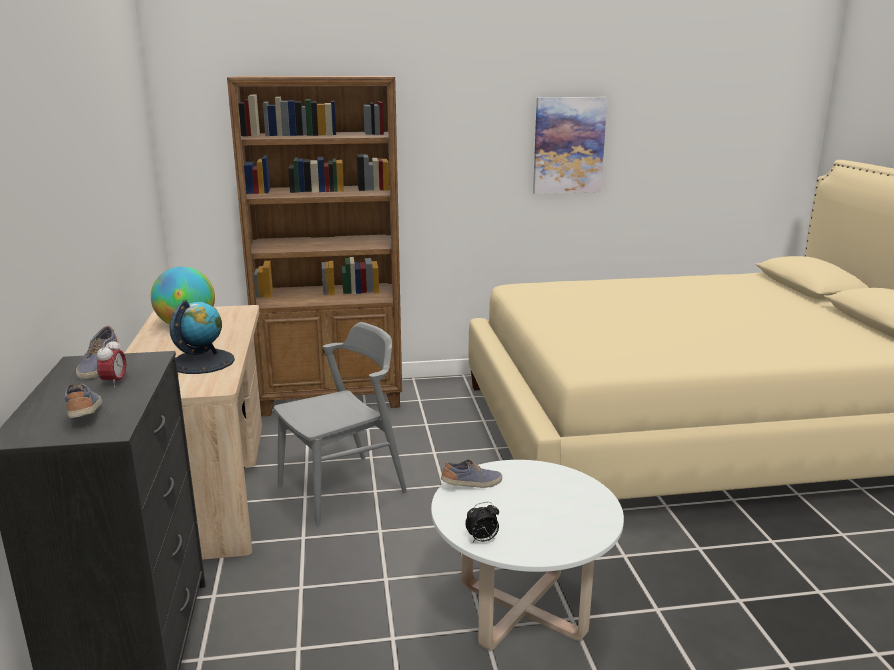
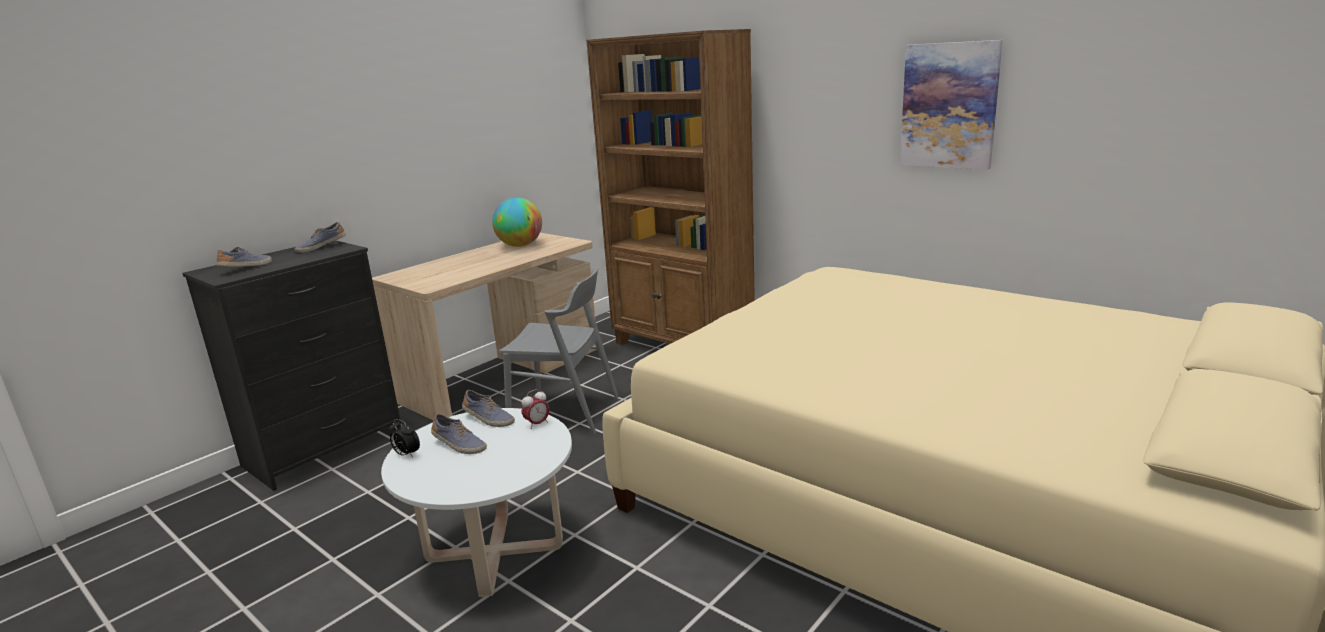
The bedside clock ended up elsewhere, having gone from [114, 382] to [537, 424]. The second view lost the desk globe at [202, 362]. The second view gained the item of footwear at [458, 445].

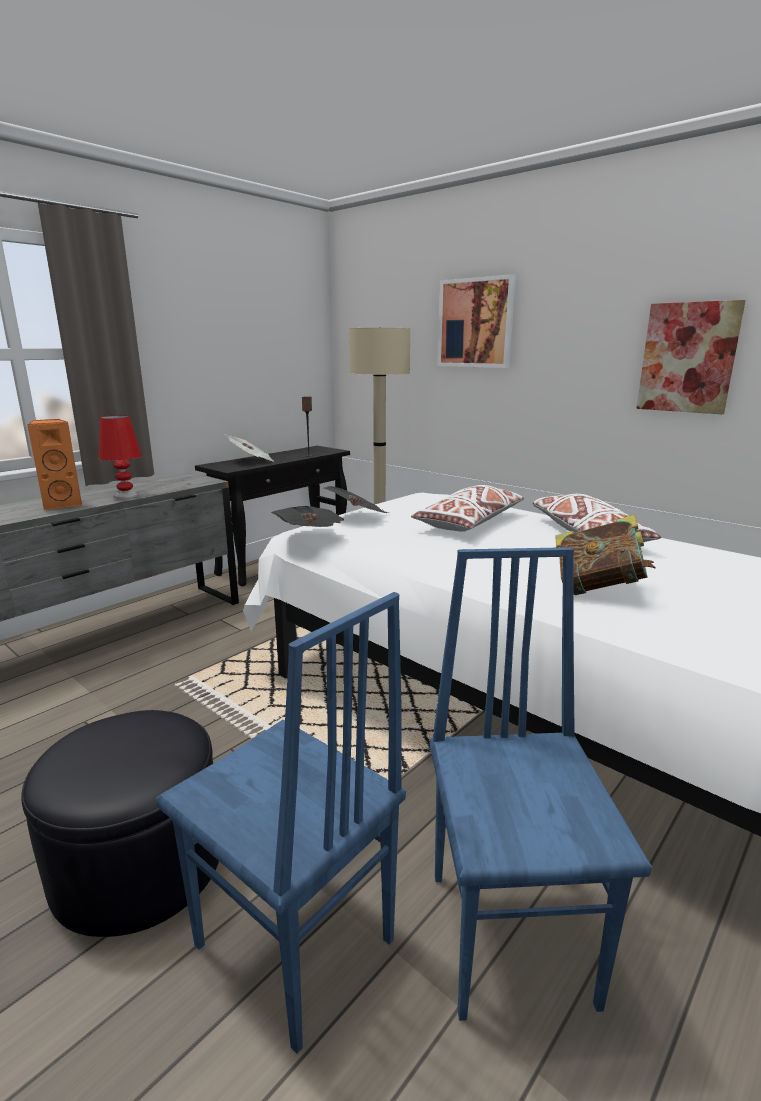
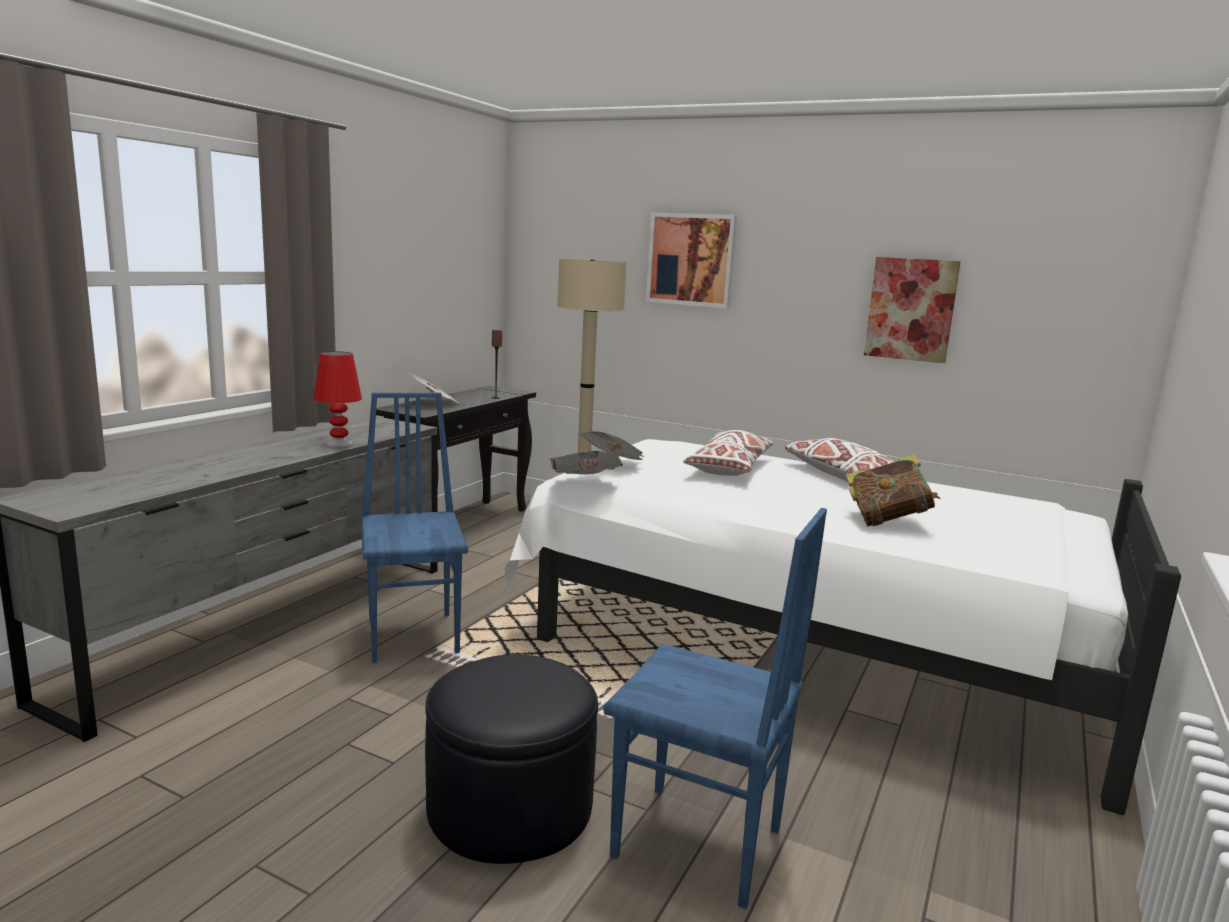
The second view lost the speaker/orange-coloured at [62, 504]. The upright chair/bluish ended up elsewhere, having gone from [512, 934] to [415, 636].

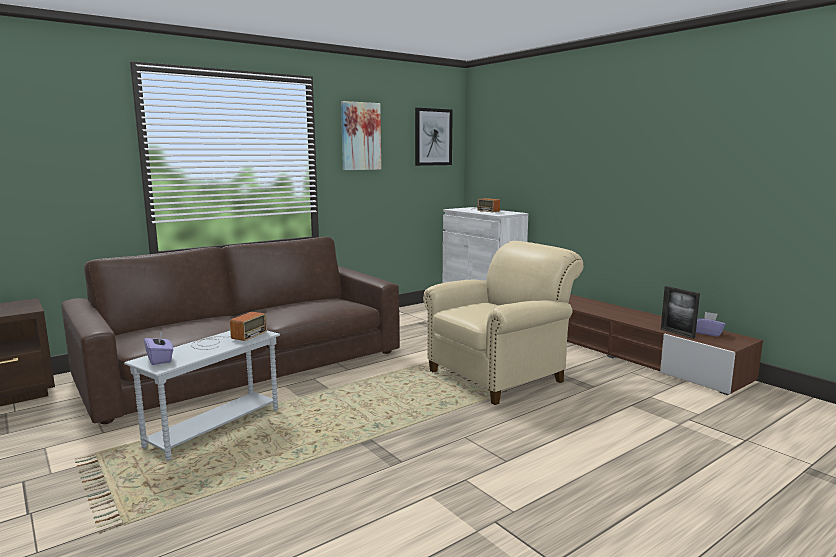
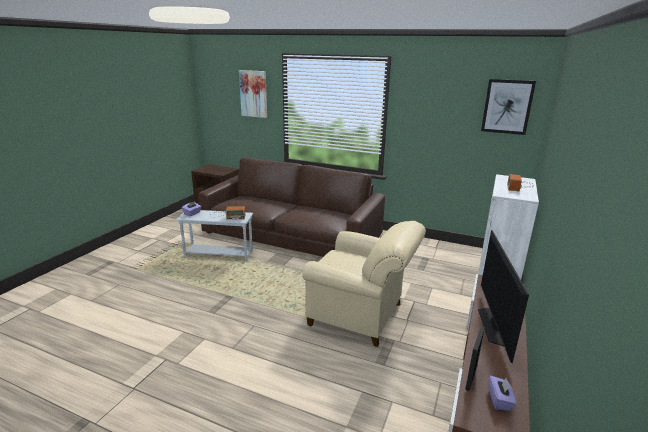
The picture ended up elsewhere, having gone from [360, 136] to [253, 94]. The second view gained the television at [494, 326].

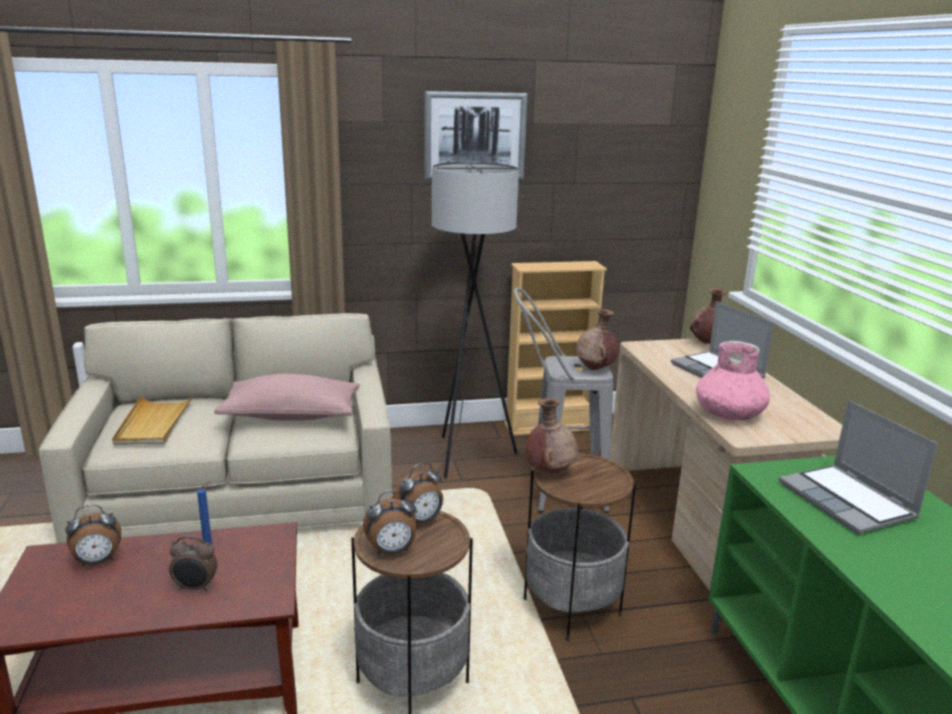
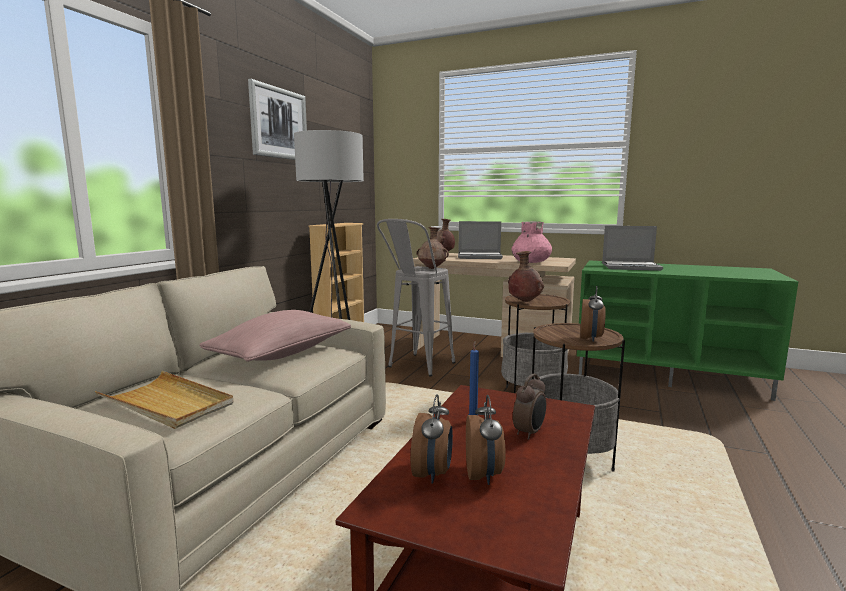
The bedside clock ended up elsewhere, having gone from [419, 521] to [484, 475].

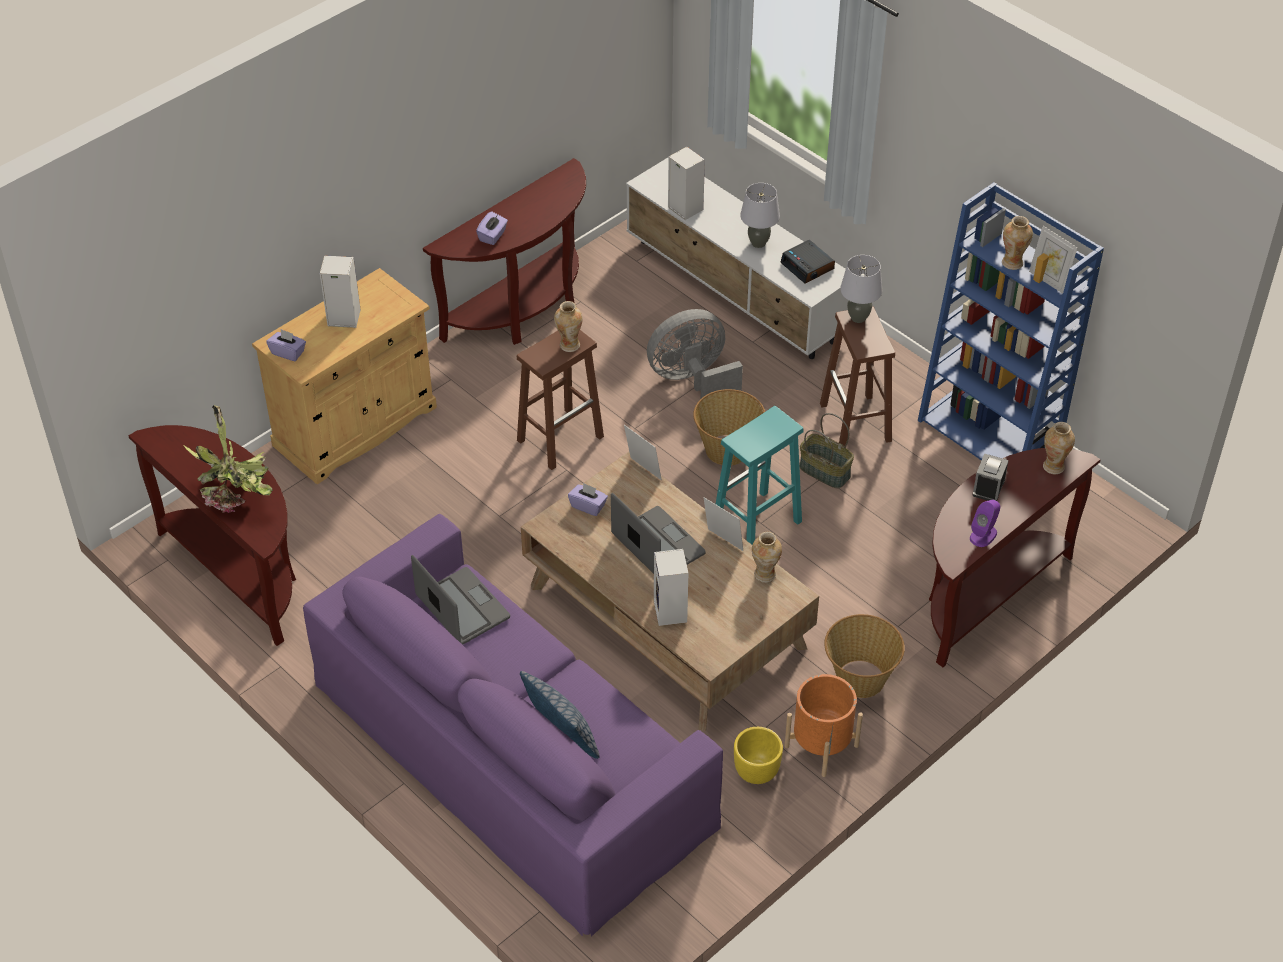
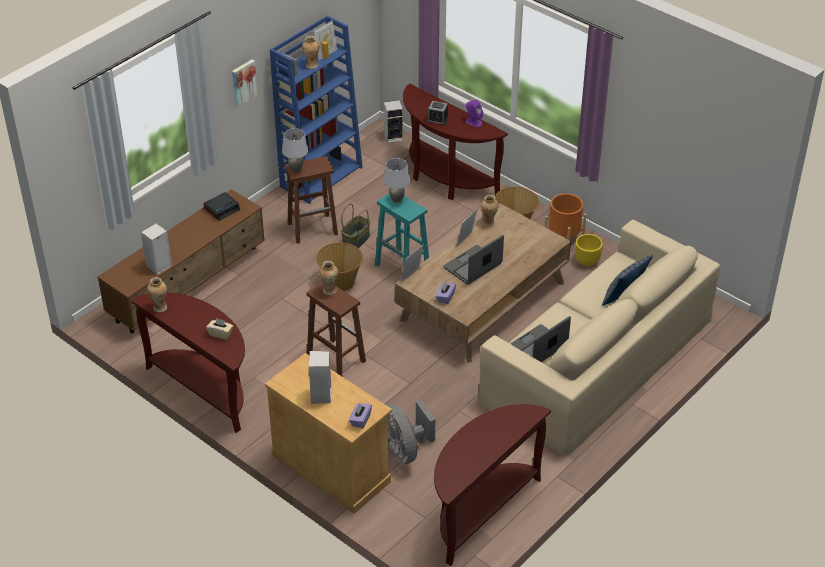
The second view lost the houseplant at [239, 497]. What was the settee/purple-coloured at [512, 751] turned into the settee/sand-coloured at [597, 359]. What was the box of tissues/purple-coloured at [493, 236] turned into the box of tissues/sand-coloured at [220, 334]. What was the media console/white at [736, 292] turned into the media console/brown-coloured at [188, 284]. The cooling fan/gray ended up elsewhere, having gone from [692, 380] to [404, 450]. The speaker ended up elsewhere, having gone from [671, 613] to [394, 137]. The table lamp/gray ended up elsewhere, having gone from [758, 243] to [397, 199]. The decorative vase ended up elsewhere, having gone from [1054, 466] to [159, 307]. The second view gained the picture at [243, 82].

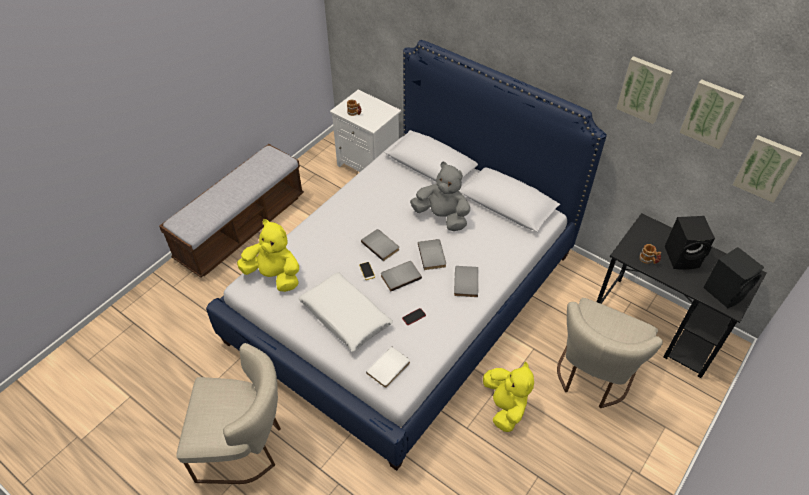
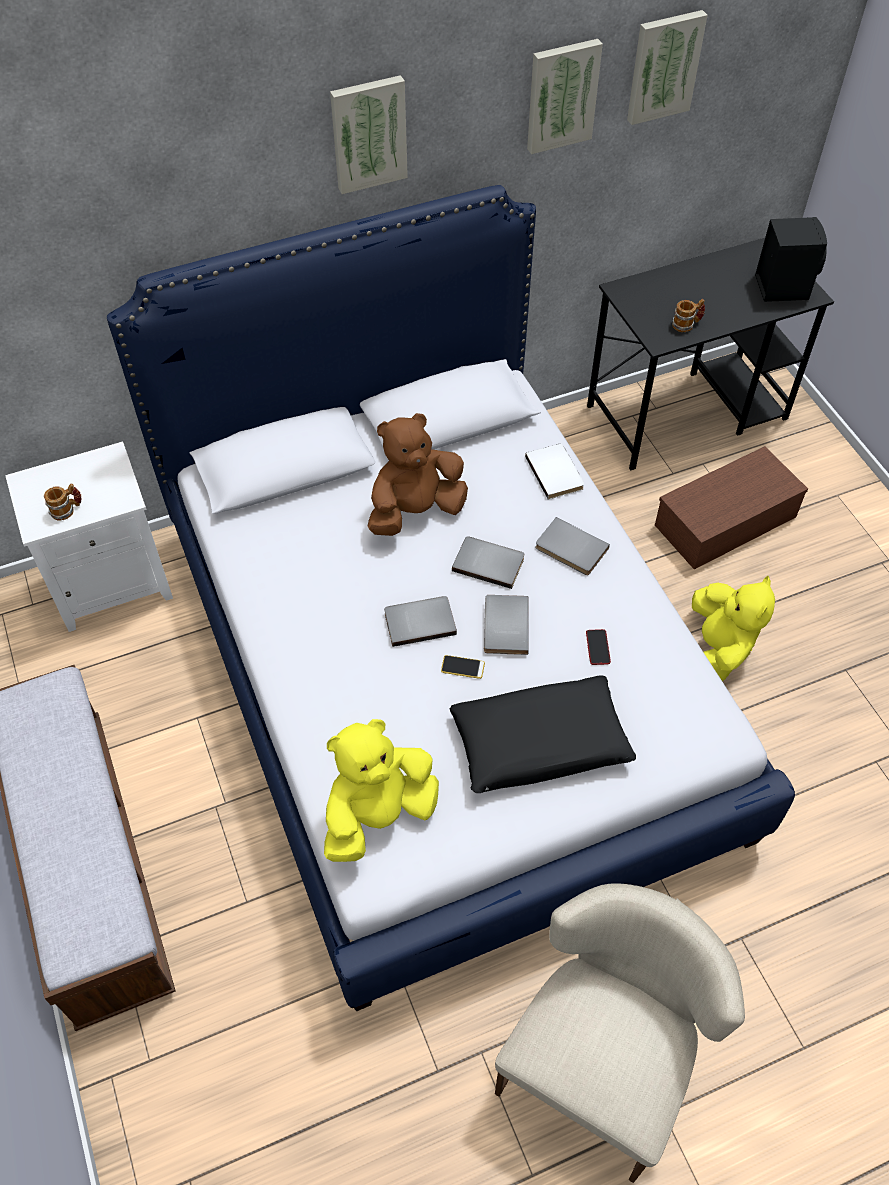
What was the cushion/white at [345, 316] turned into the cushion/black at [540, 743]. The bound book/white ended up elsewhere, having gone from [389, 369] to [556, 472]. What was the soft toy/gray at [442, 217] turned into the soft toy/brown-coloured at [415, 511]. The soft toy/yellowish at [505, 406] ended up facing another way, 75 degrees clockwise from before. Where the upright chair/sand-coloured stood at [593, 376], the storage bin/brown-coloured came to stand at [724, 523]. The second view lost the speaker/black at [683, 257]. The picture ended up elsewhere, having gone from [767, 168] to [368, 133].

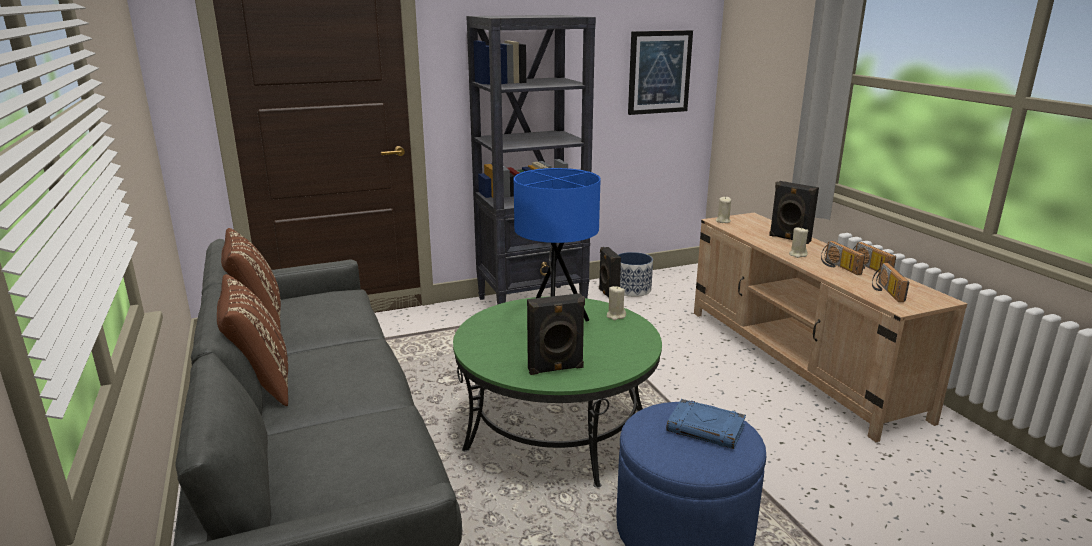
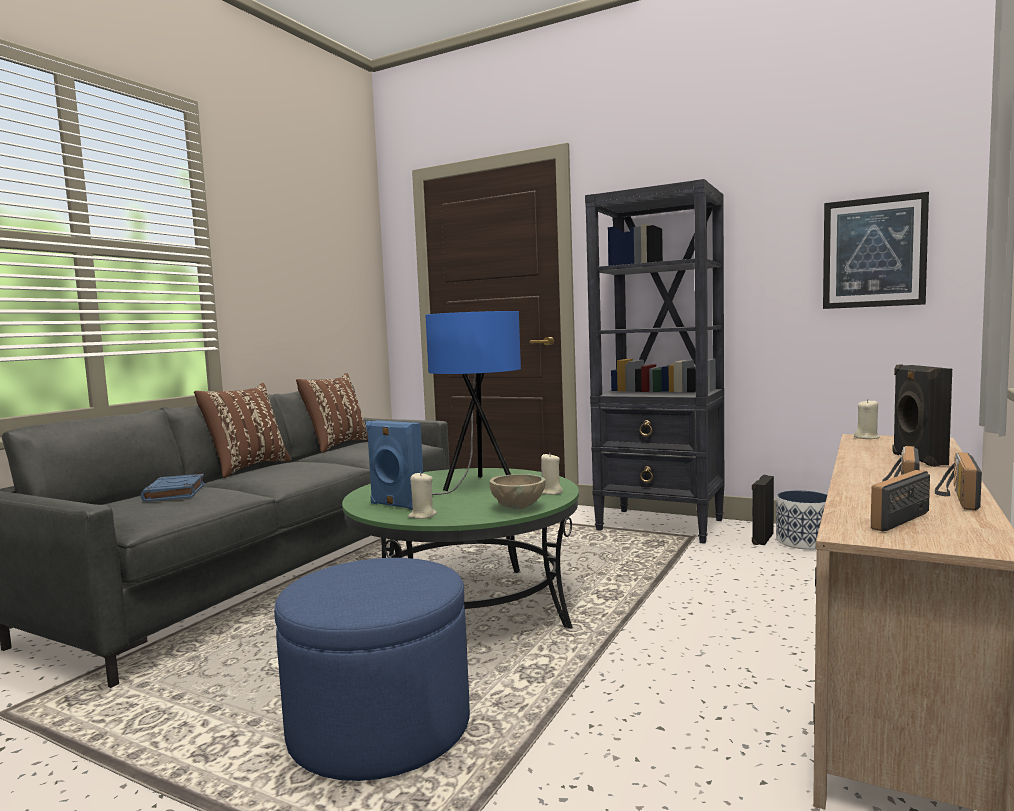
What was the speaker/black at [556, 369] turned into the speaker/bluish at [396, 505]. The bound book/bluish ended up elsewhere, having gone from [706, 429] to [175, 493]. The candle/sand-coloured ended up elsewhere, having gone from [797, 254] to [422, 516]. The second view gained the deep dish/sand-coloured at [518, 508].

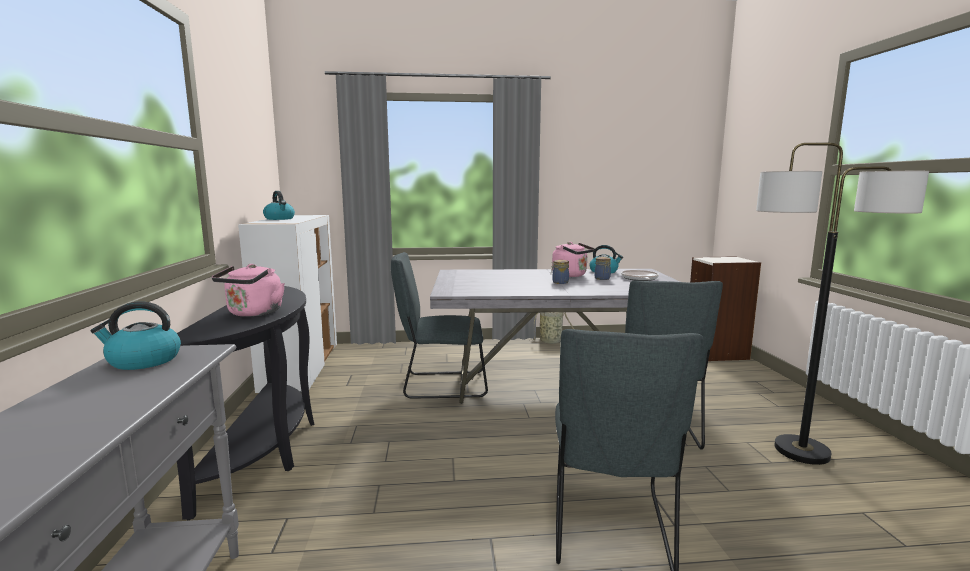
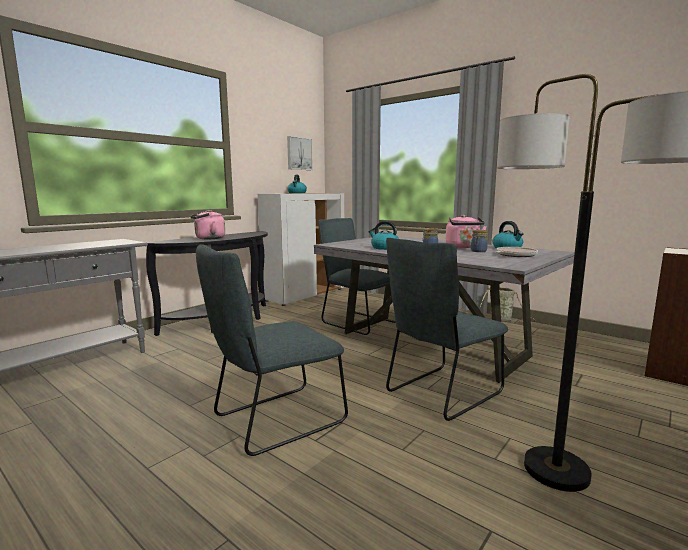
The water kettle ended up elsewhere, having gone from [143, 361] to [384, 248]. The second view gained the picture at [299, 153].

